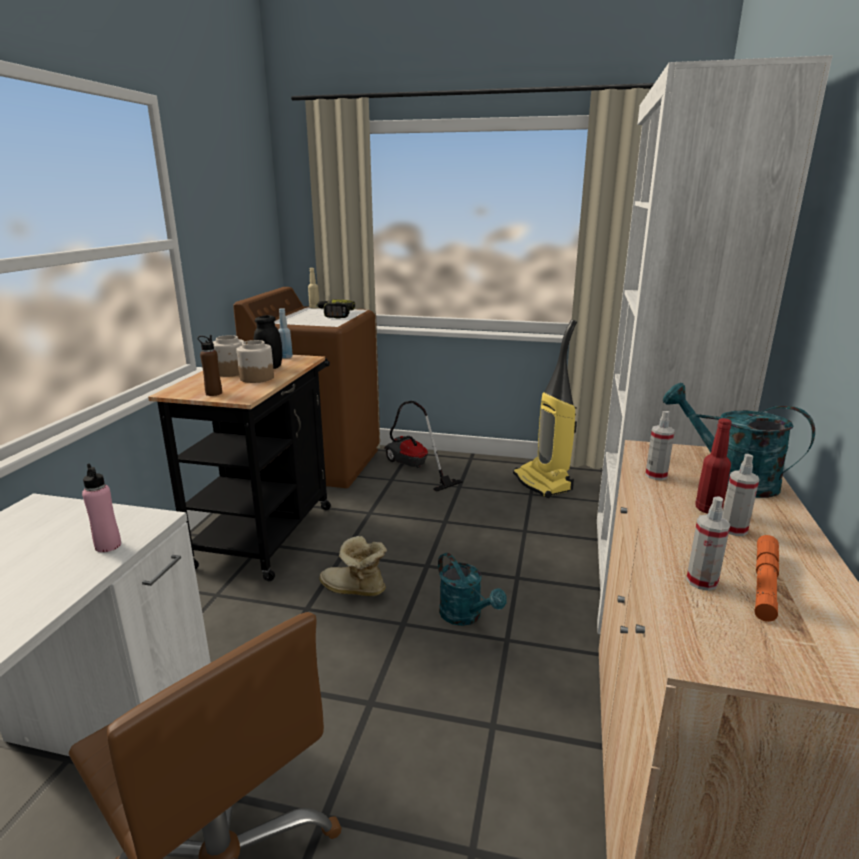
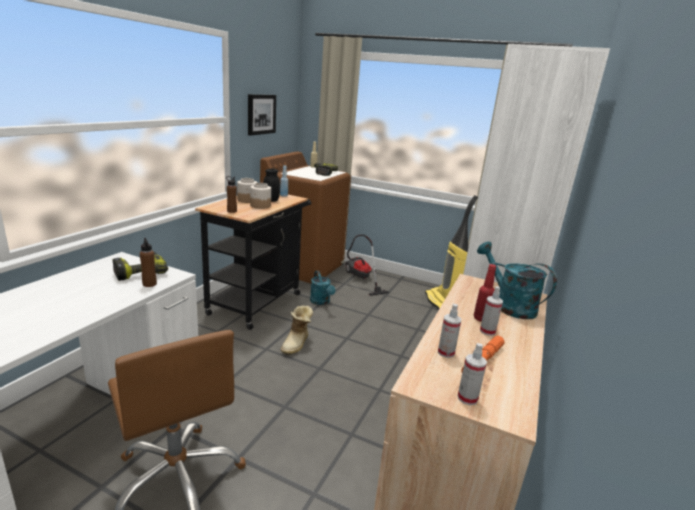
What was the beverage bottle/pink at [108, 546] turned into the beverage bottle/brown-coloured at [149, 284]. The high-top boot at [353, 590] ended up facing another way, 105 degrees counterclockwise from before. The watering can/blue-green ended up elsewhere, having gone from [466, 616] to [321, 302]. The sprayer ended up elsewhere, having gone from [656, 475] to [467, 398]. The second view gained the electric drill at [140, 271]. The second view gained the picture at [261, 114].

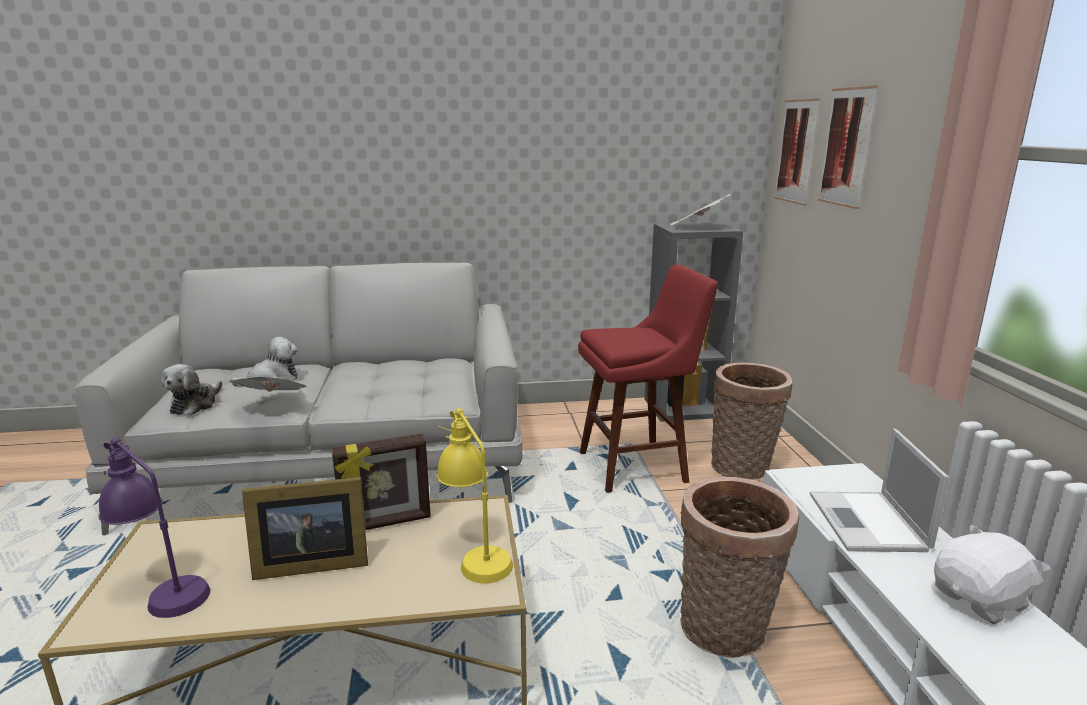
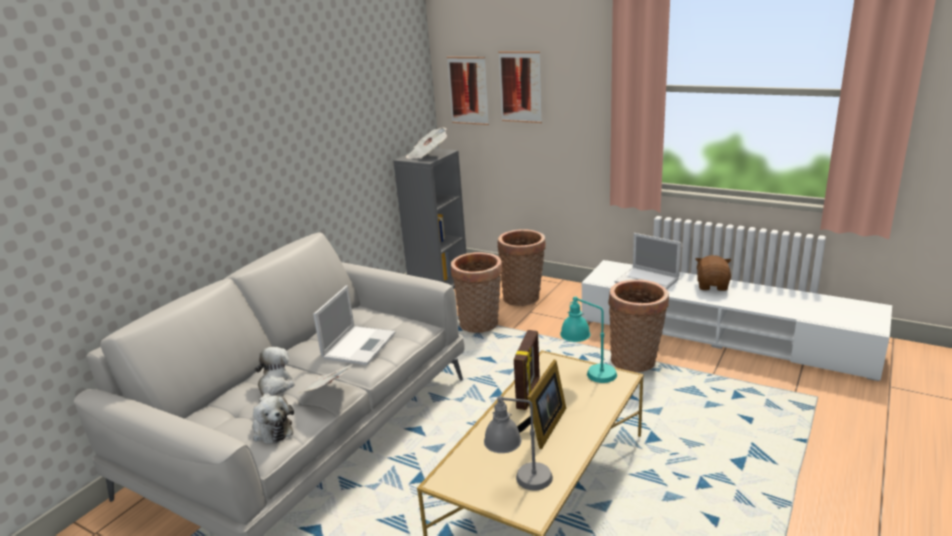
What was the table lamp/purple-coloured at [162, 591] turned into the table lamp/gray at [520, 483]. What was the table lamp/yellowish at [474, 555] turned into the table lamp/blue-green at [588, 375]. Where the sitting stool/reddish stood at [638, 466], the storage basket came to stand at [480, 325]. What was the soft toy/white at [980, 600] turned into the soft toy/brown-coloured at [712, 285]. The second view gained the laptop at [359, 345].

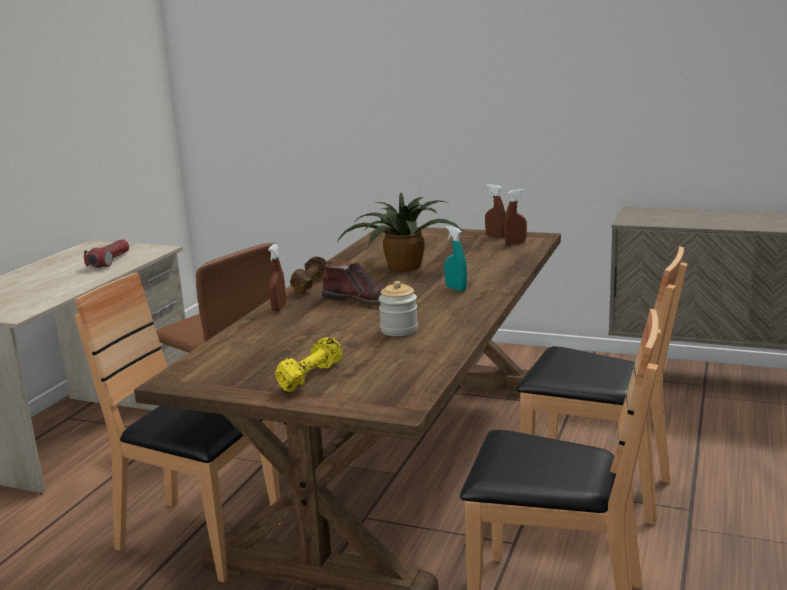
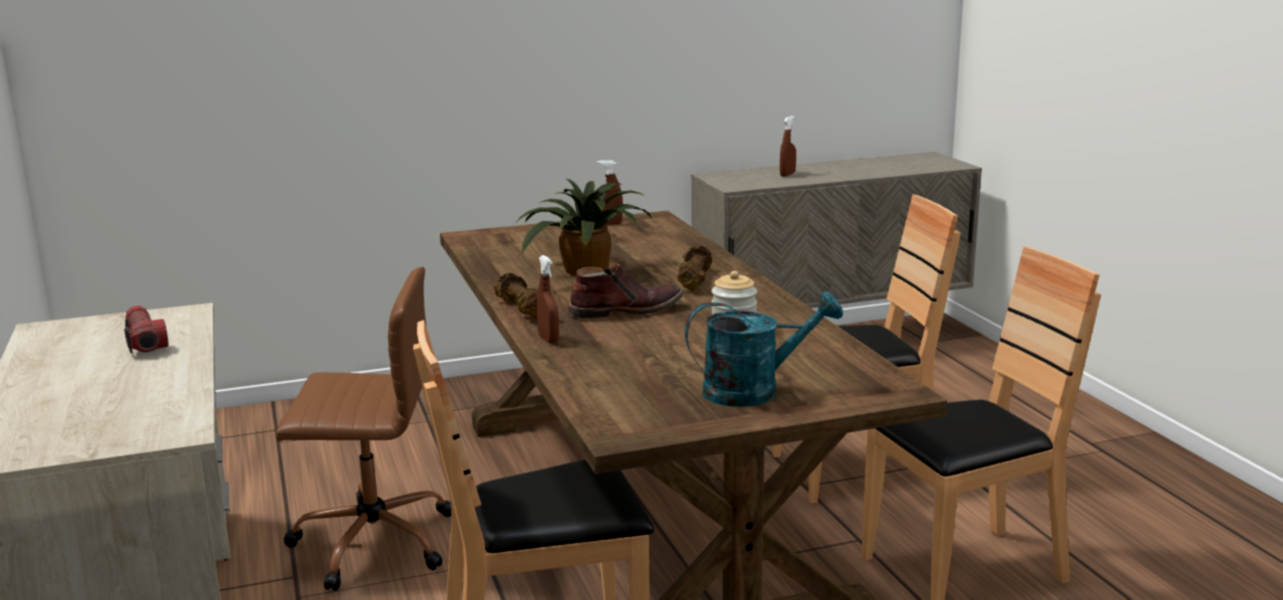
Where the free weight/yellowish stood at [309, 376], the watering can/blue-green came to stand at [754, 391]. Where the sprayer/blue-green stood at [456, 289], the free weight/brown-coloured came to stand at [694, 280]. The sprayer/brown-coloured ended up elsewhere, having gone from [515, 243] to [787, 174].

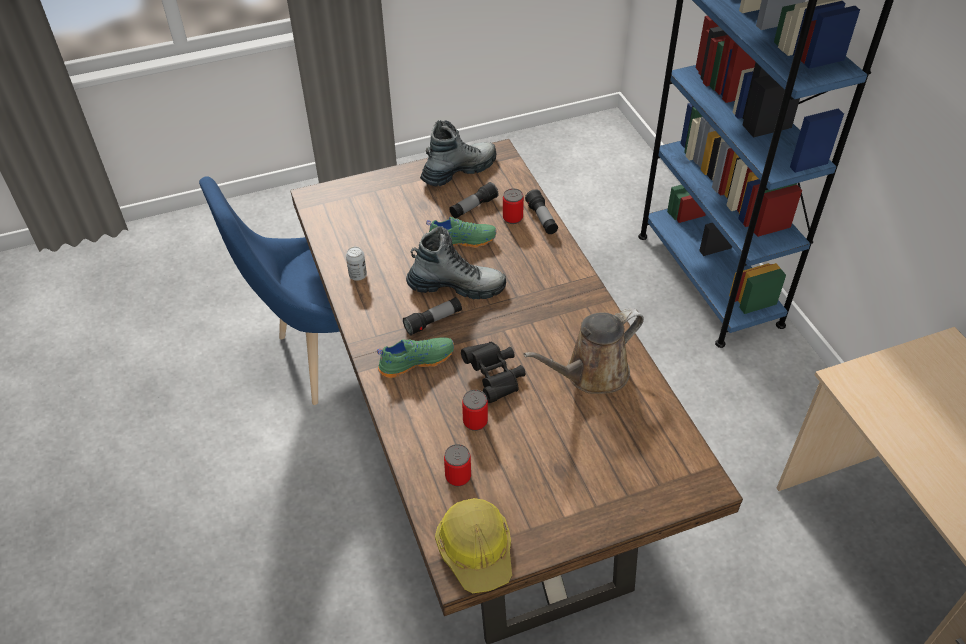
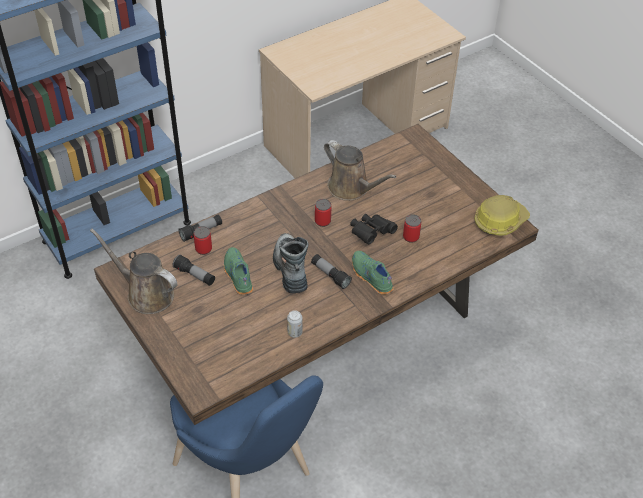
Where the high-top boot stood at [459, 171], the watering can/brown-coloured came to stand at [146, 294]. The can ended up elsewhere, having gone from [458, 476] to [322, 221].

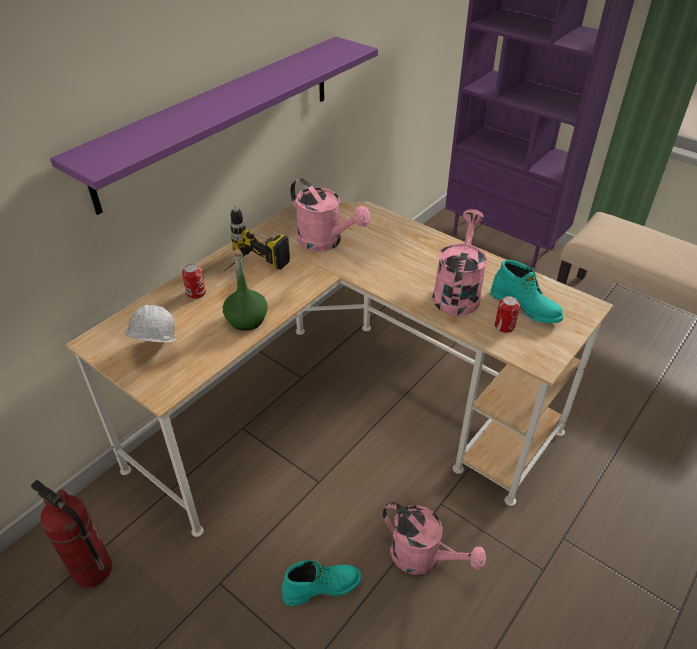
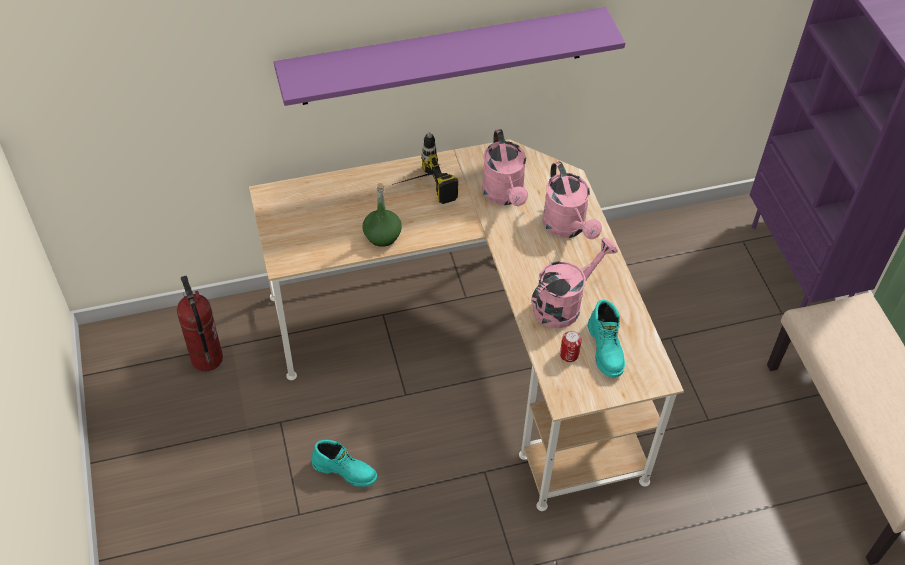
The second view lost the safety helmet/white at [154, 352]. The second view lost the can at [196, 293]. The watering can/pink ended up elsewhere, having gone from [423, 557] to [568, 227].

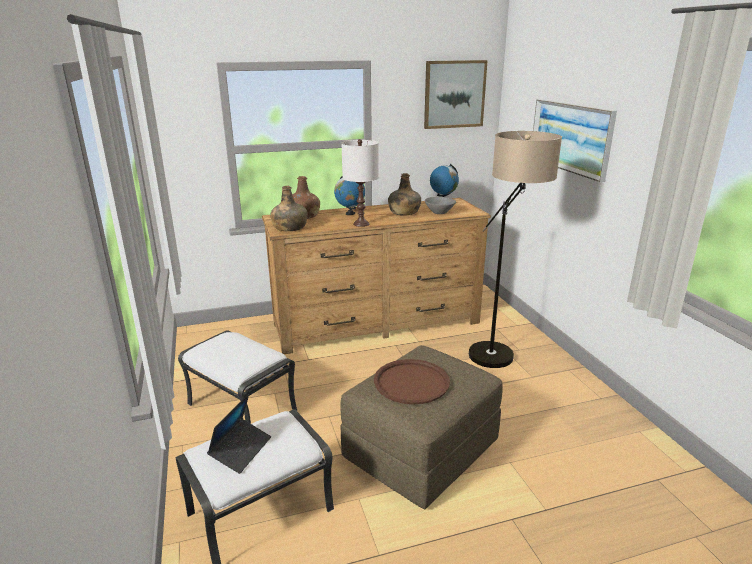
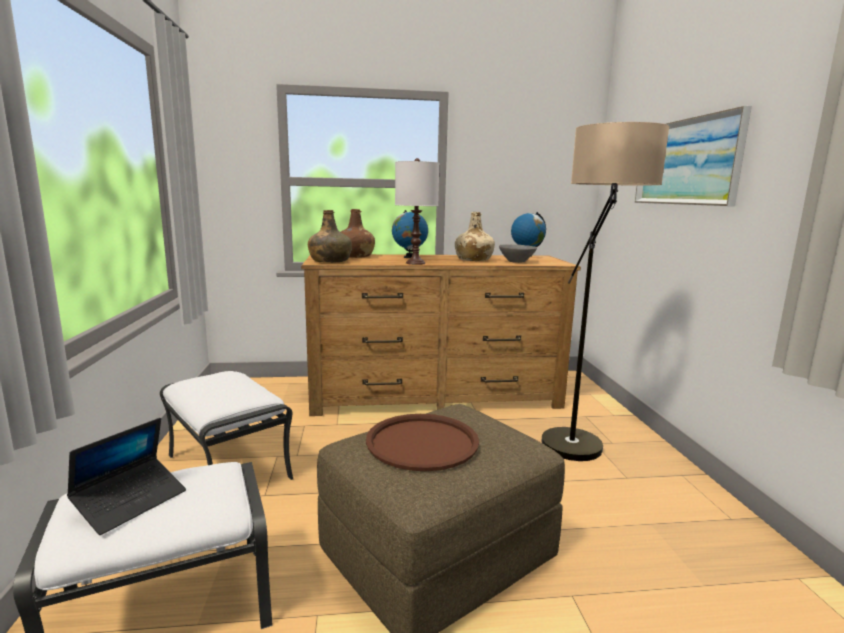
What was the beverage bottle/green-coloured at [404, 212] turned into the beverage bottle/sand-coloured at [473, 259]. The second view lost the picture at [454, 94].

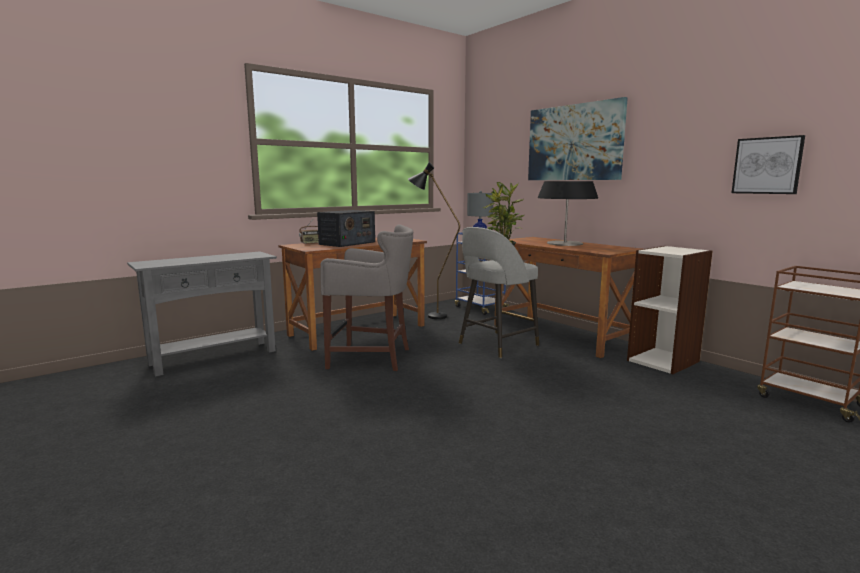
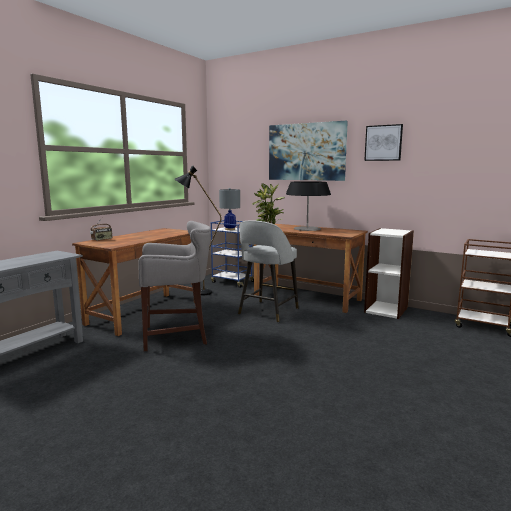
The second view lost the radio receiver at [347, 243]. The picture ended up elsewhere, having gone from [767, 165] to [383, 143].

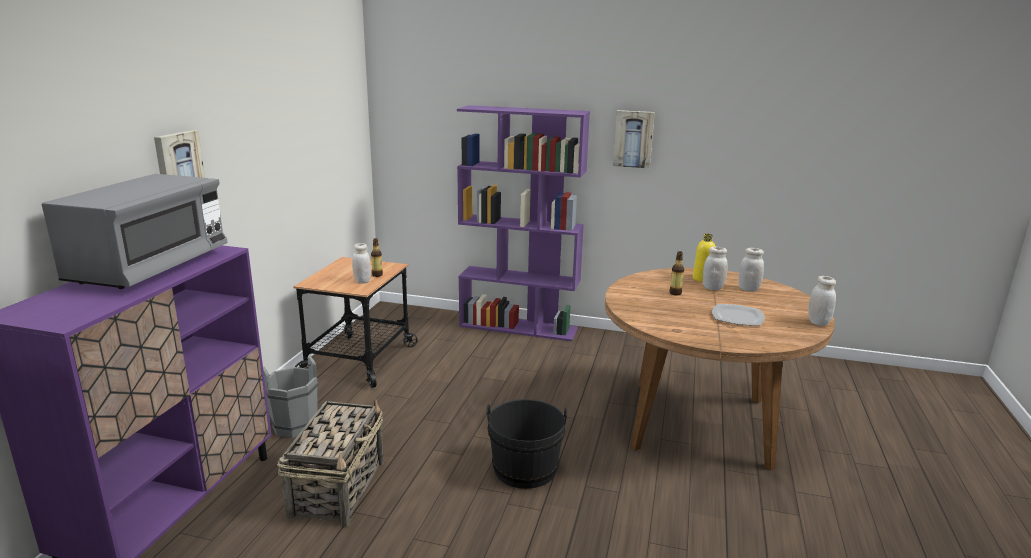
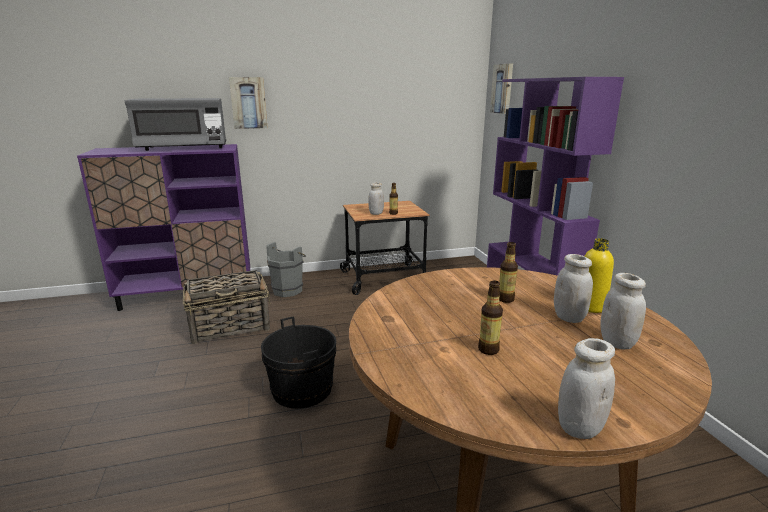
The picture ended up elsewhere, having gone from [633, 139] to [503, 89]. Where the dinner plate stood at [738, 317], the beverage bottle came to stand at [488, 350].

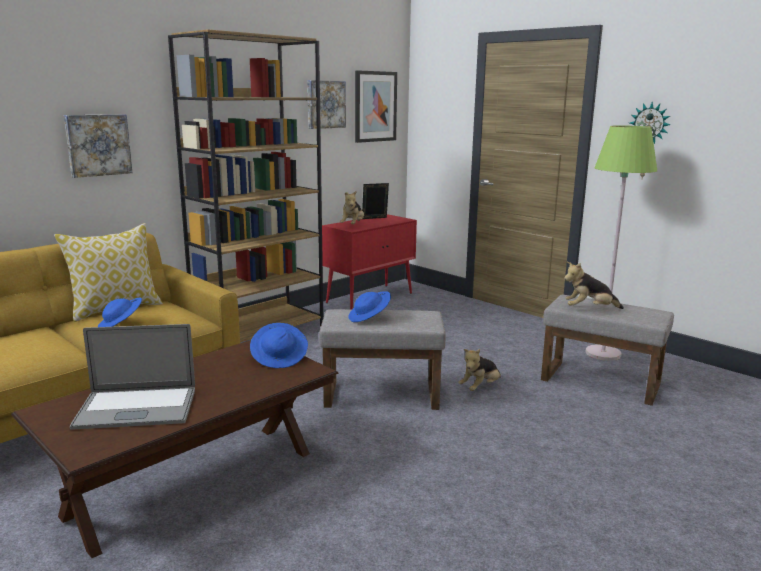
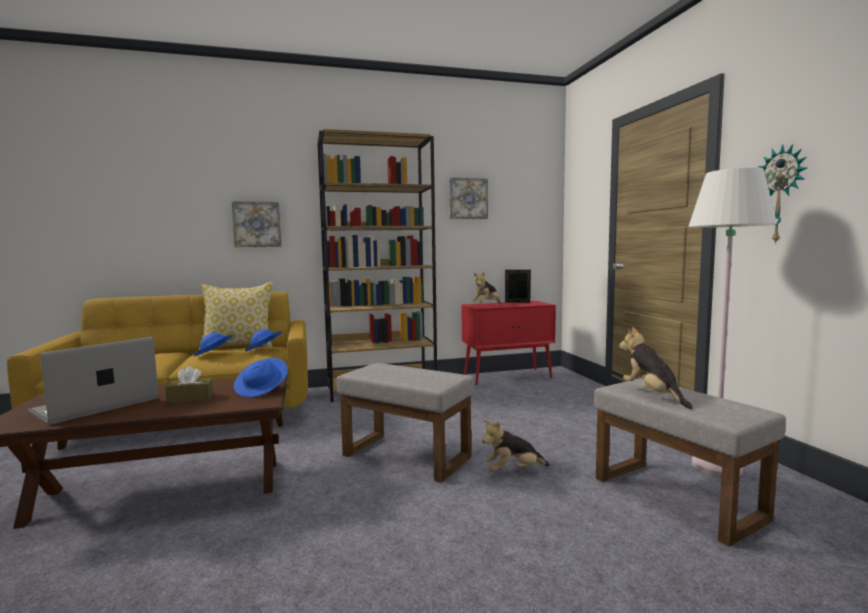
The laptop at [136, 408] ended up facing another way, 105 degrees clockwise from before. The hat/bluish ended up elsewhere, having gone from [369, 318] to [264, 350]. The second view lost the picture at [375, 106]. The soft toy at [589, 309] ended up facing another way, 45 degrees clockwise from before. What was the standard lamp/green-coloured at [603, 353] turned into the standard lamp/white at [716, 466]. The second view gained the box of tissues/brown-coloured at [190, 398].

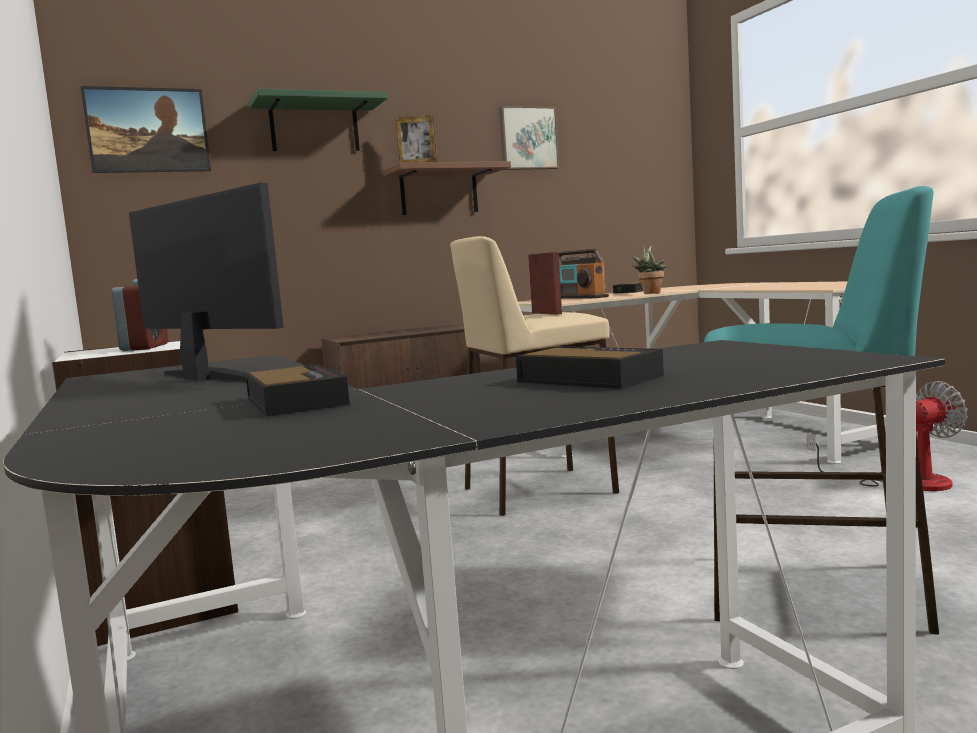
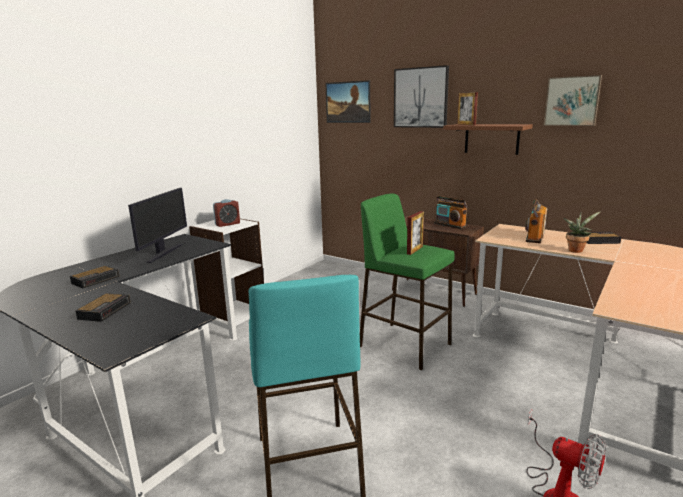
Where the wall shelf/green-coloured hung at [314, 127], the picture came to hang at [421, 97]. What was the sitting stool/sand-coloured at [538, 491] turned into the sitting stool/green-coloured at [404, 345]. The second view gained the radio receiver at [450, 225].

